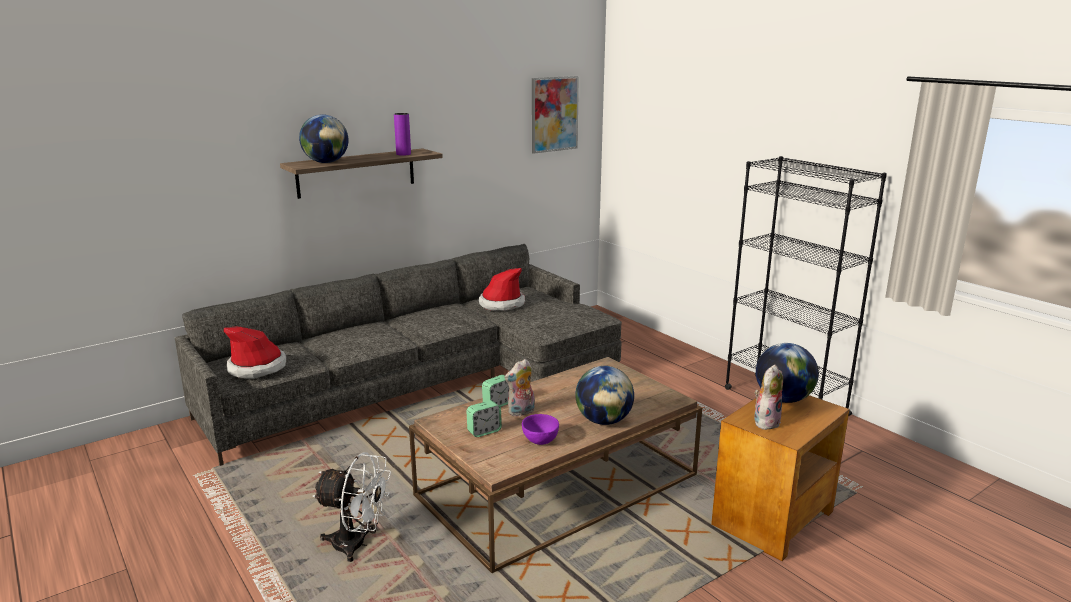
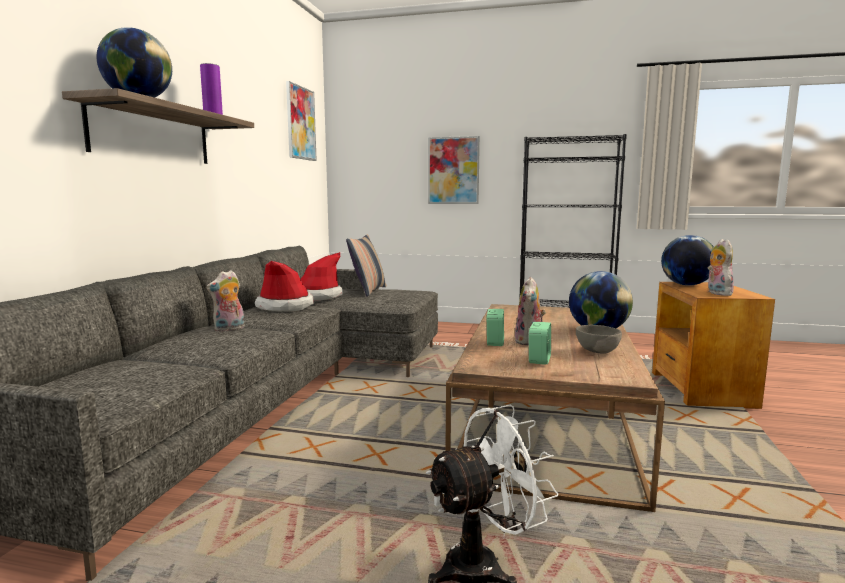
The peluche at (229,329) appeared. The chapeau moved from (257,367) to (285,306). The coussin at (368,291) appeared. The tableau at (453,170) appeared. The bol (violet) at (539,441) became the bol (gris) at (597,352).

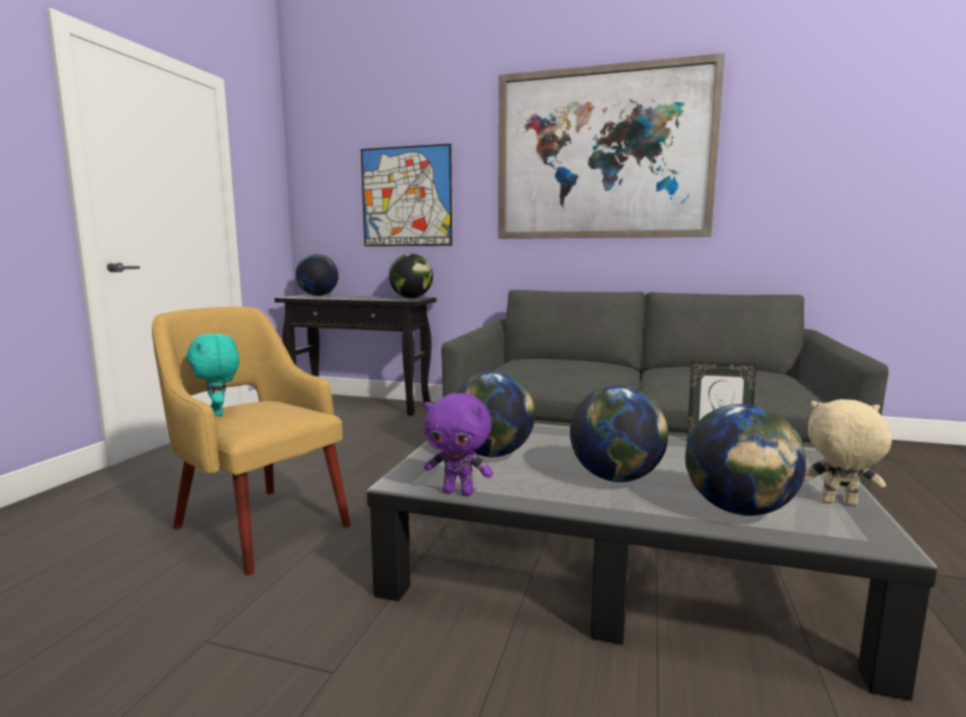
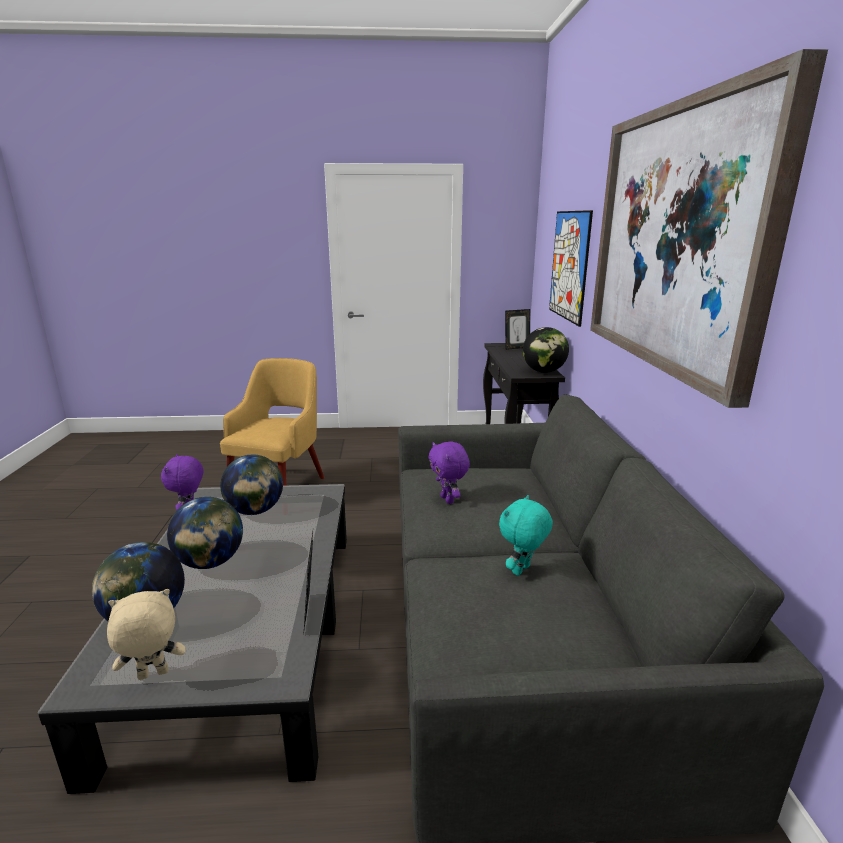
The peluche (beige) at (838,503) turned 105 degrees counterclockwise. The peluche (violet) at (448,500) appeared. The peluche (turquoise) moved from (219,413) to (522,570). The globe at (318,296) was replaced by the cadre photo at (516,348).

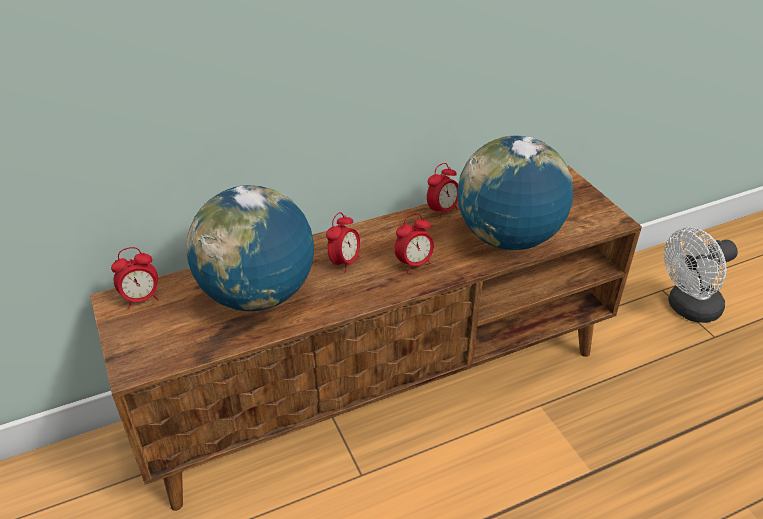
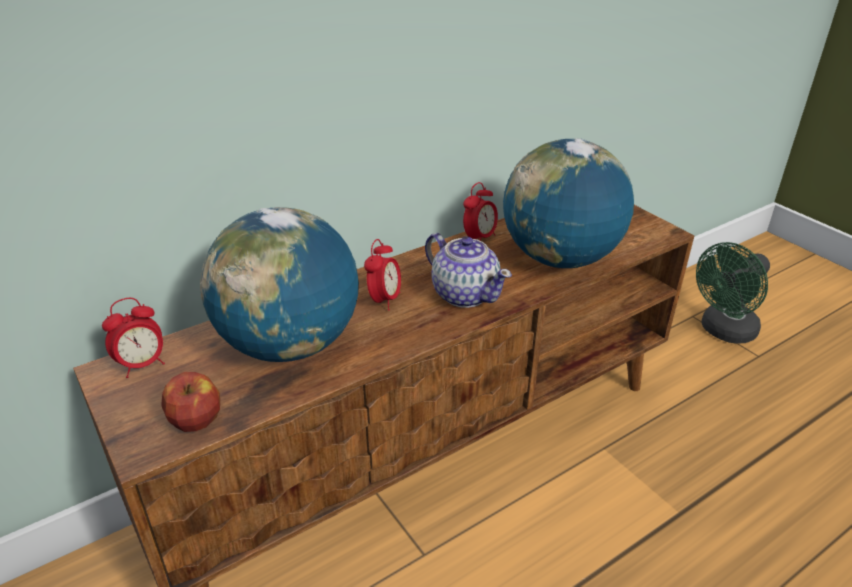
The pomme at (196,420) appeared. The réveil at (414,263) was replaced by the théière at (465,294). The ventilateur (blanc) at (687,309) became the ventilateur (vert) at (723,331).

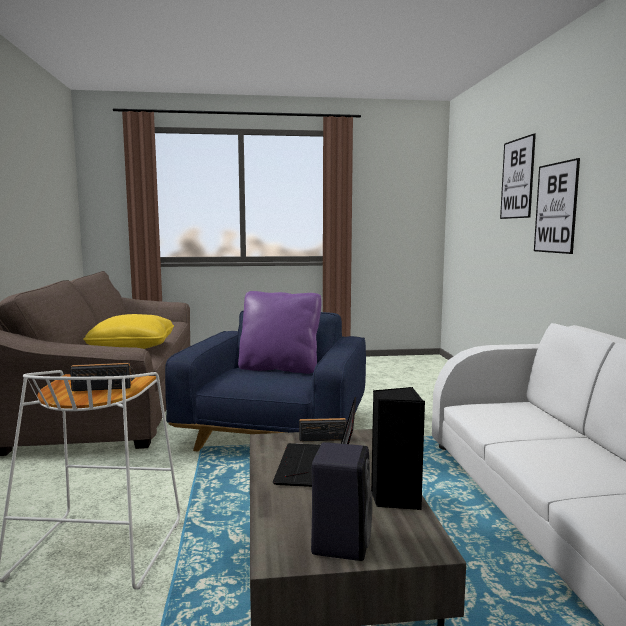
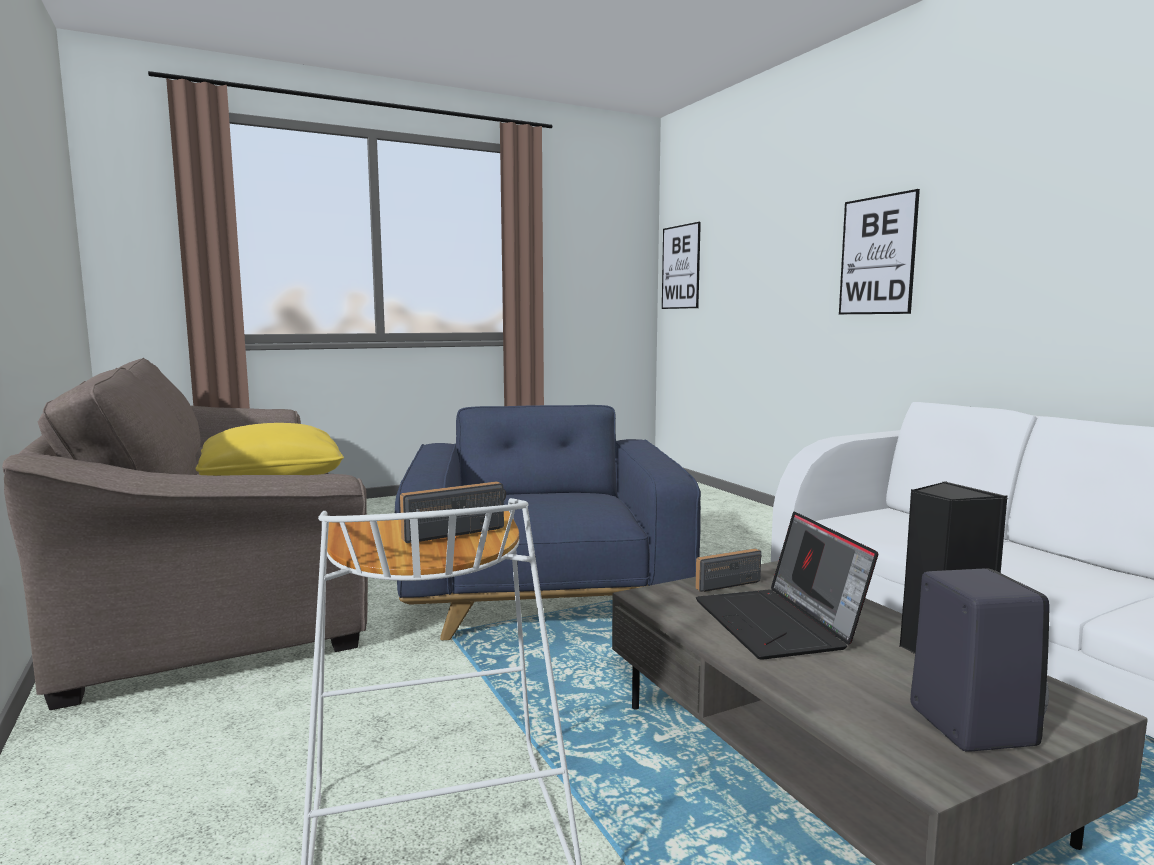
The tableau moved from (517,179) to (681,267). The coussin (violet) at (279,368) disappeared.

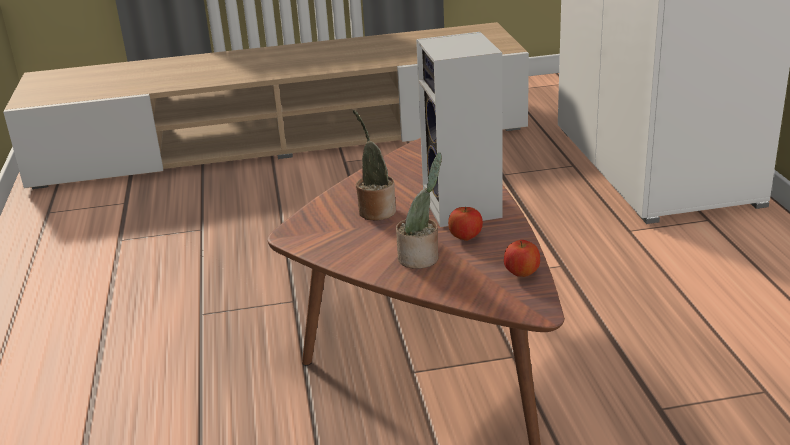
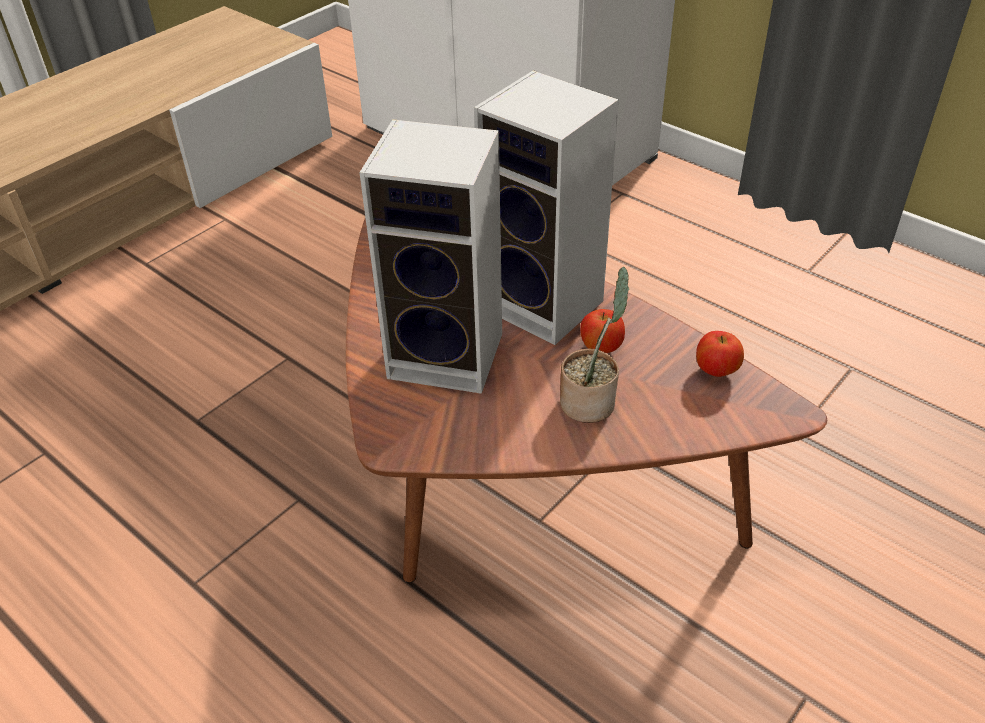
The plante en pot at (375,211) was replaced by the enceinte at (451,355).

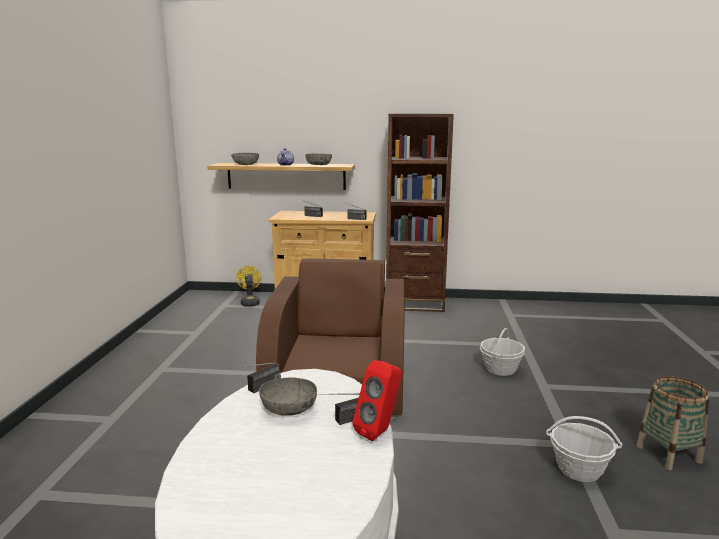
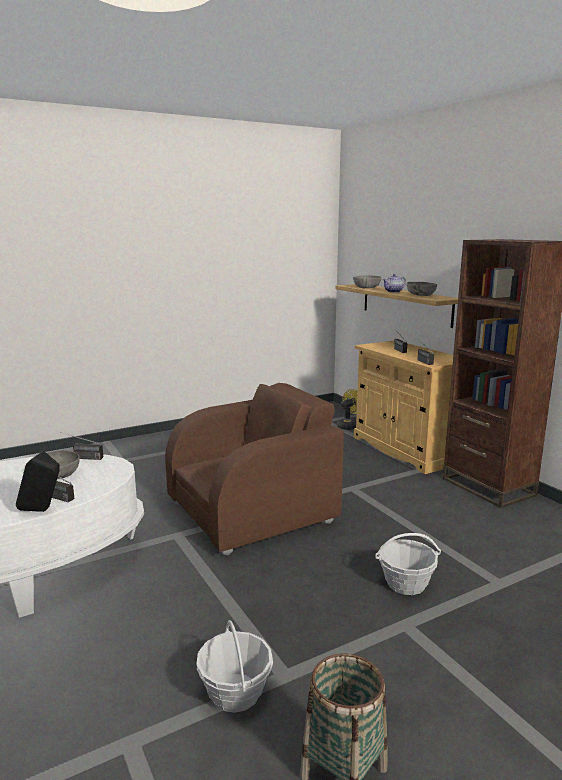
The enceinte (rouge) at (380,431) became the enceinte (noir) at (43,511).

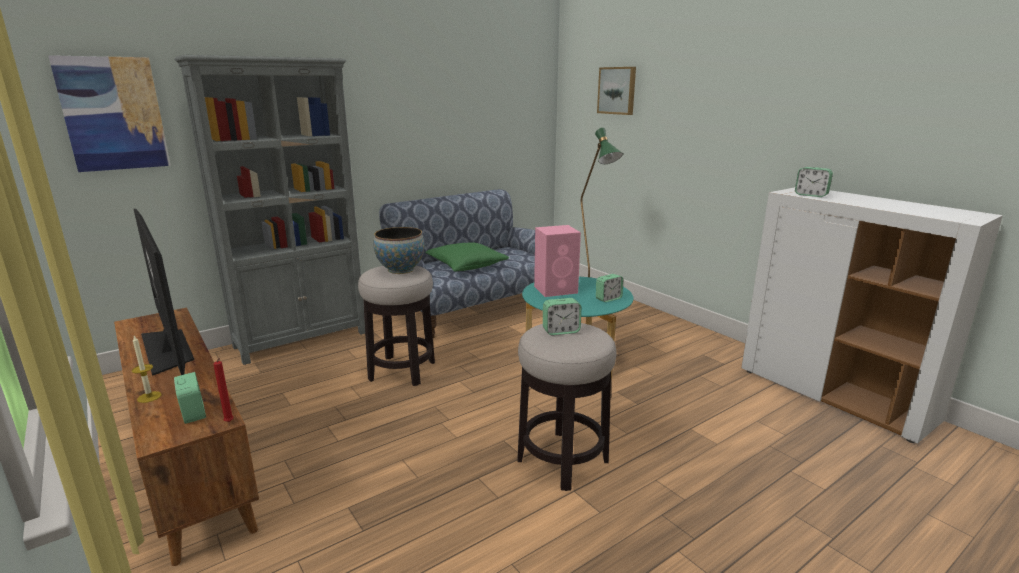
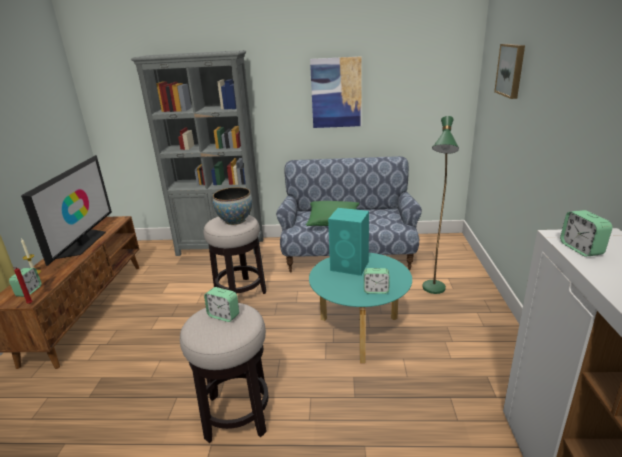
The tableau moved from (113,114) to (336,93). The enceinte (rose) at (556,289) became the enceinte (turquoise) at (350,266).

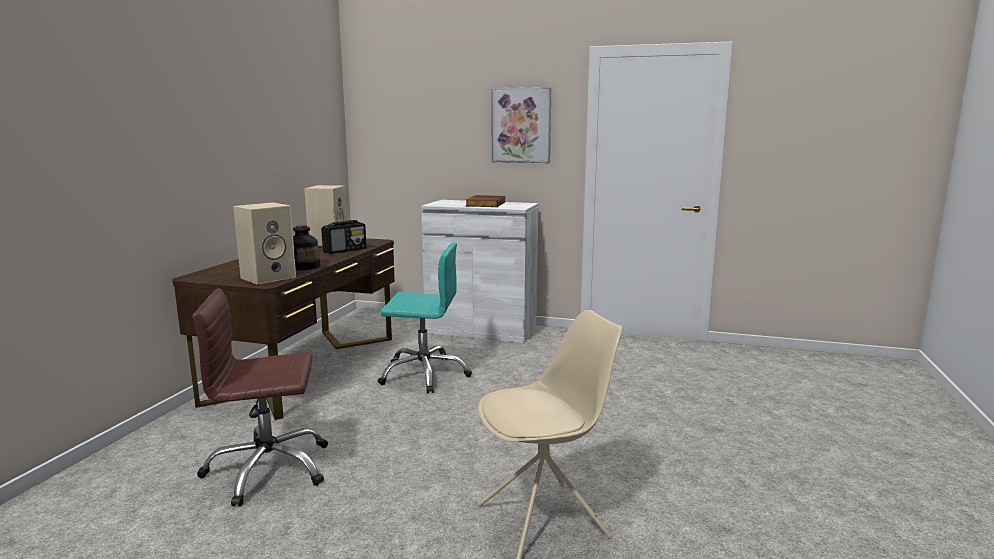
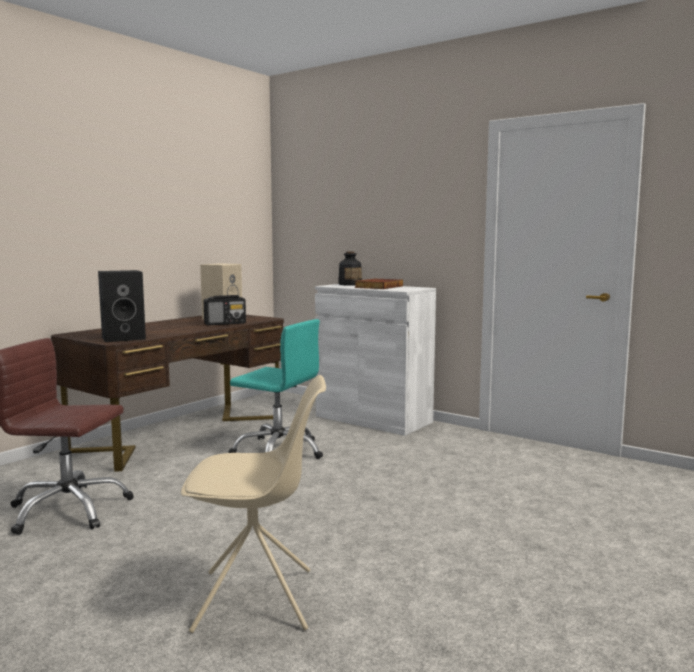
The enceinte (beige) at (269,277) became the enceinte (noir) at (124,338). The bouteille moved from (304,267) to (350,284). The tableau at (521,125) disappeared.

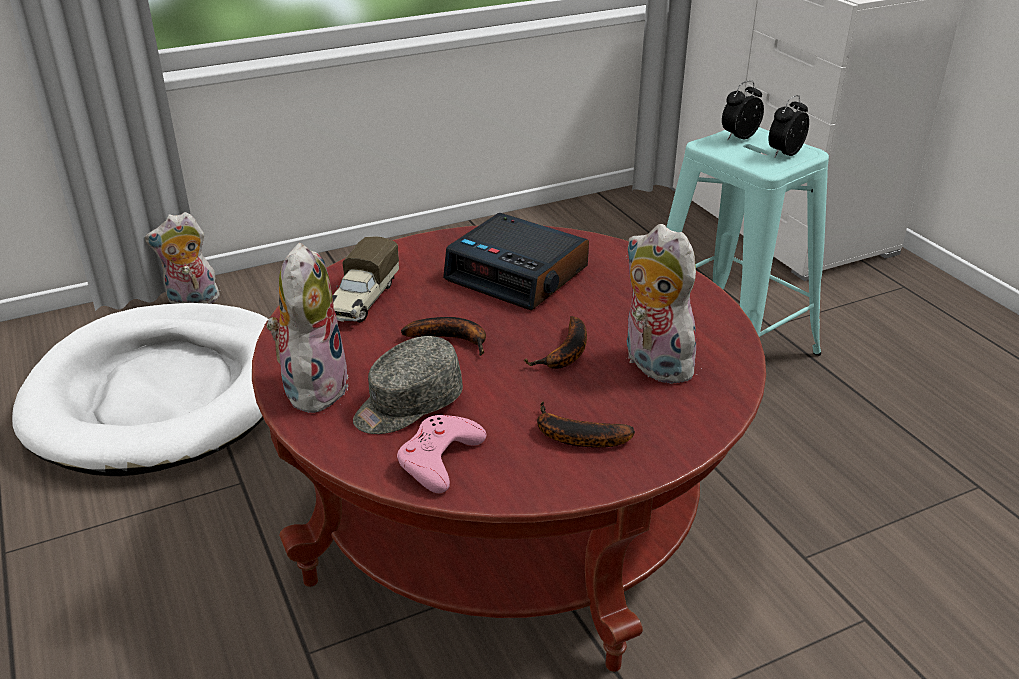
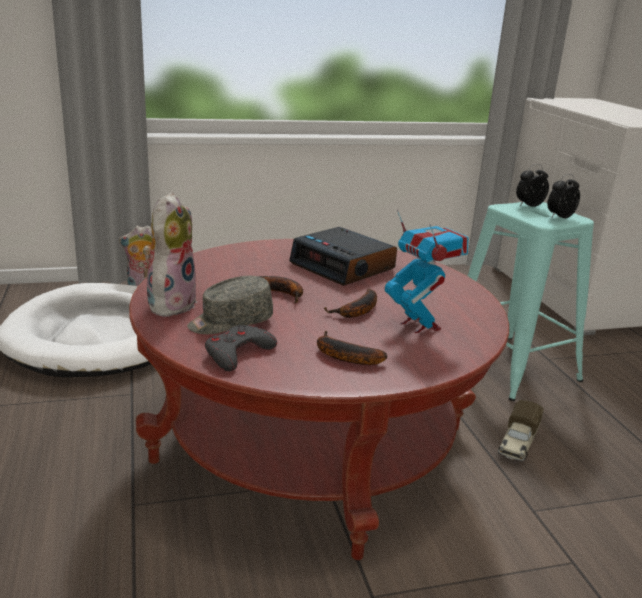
The manette (rose) at (439,459) became the manette (gris) at (237,353). The peluche at (652,364) was replaced by the robot jouet at (419,325). The camion jouet moved from (362,301) to (517,444).

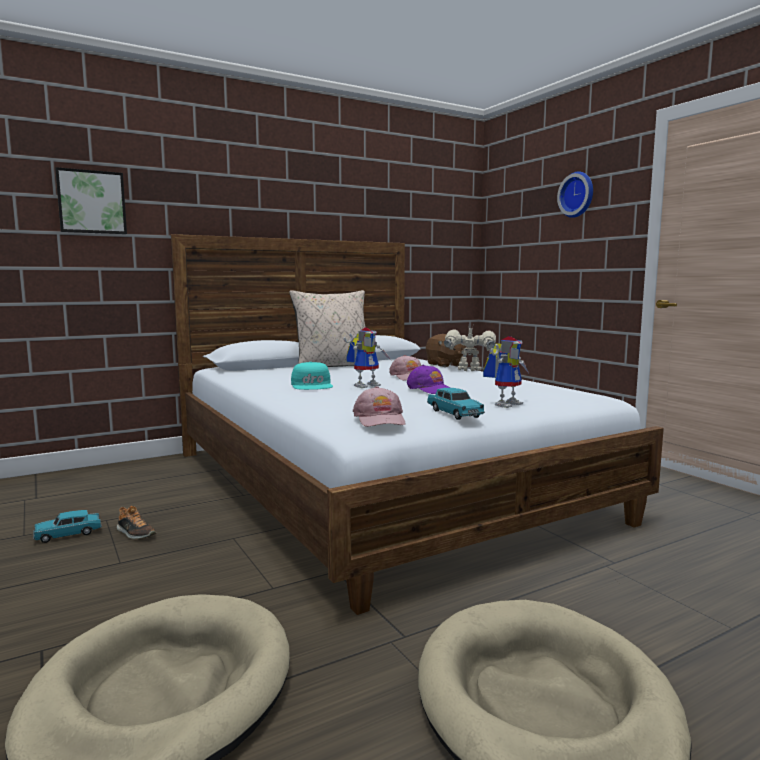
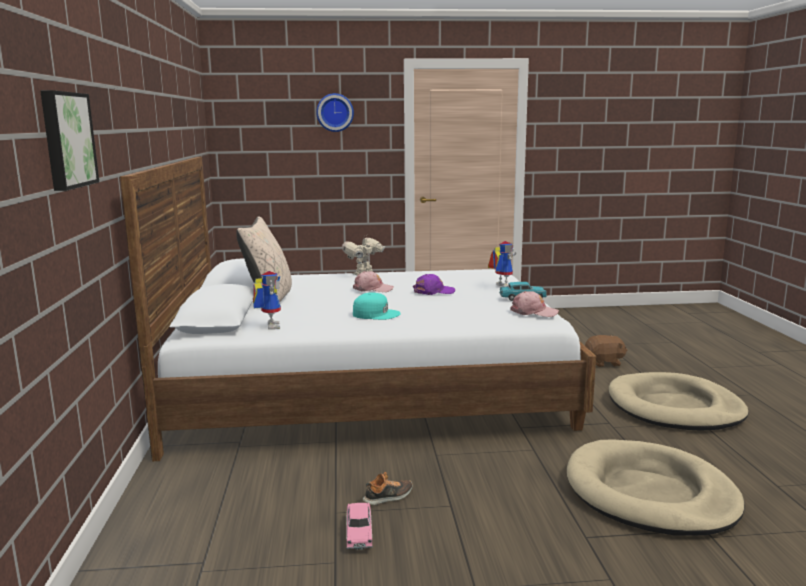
The robot jouet moved from (366,385) to (269,325). The petite voiture (turquoise) at (68,534) became the petite voiture (rose) at (359,533). The peluche (marron) moved from (445,365) to (604,362).

